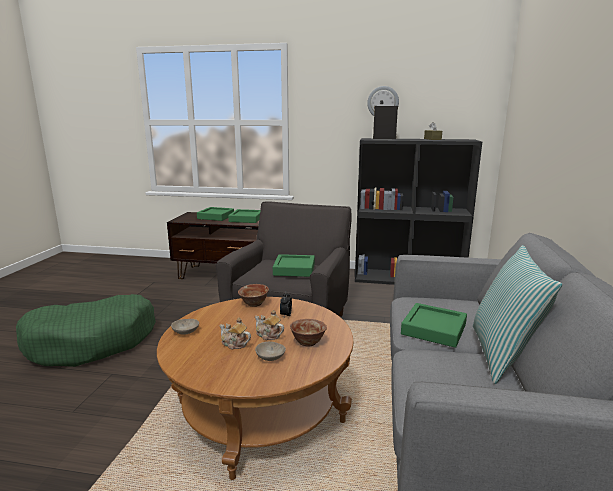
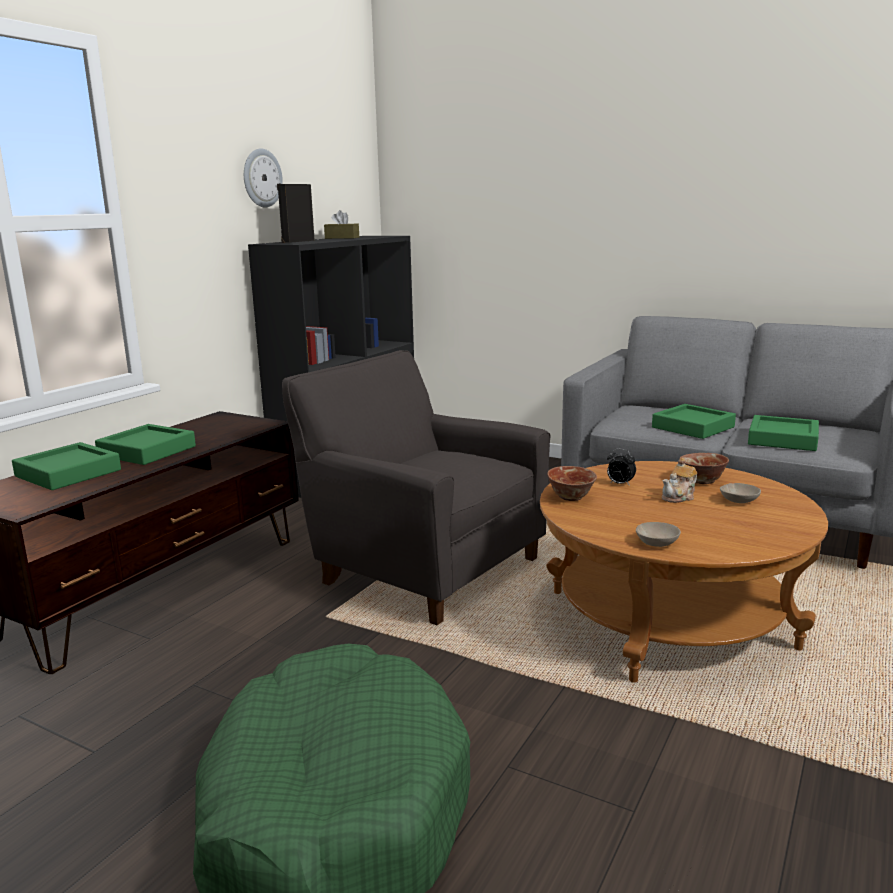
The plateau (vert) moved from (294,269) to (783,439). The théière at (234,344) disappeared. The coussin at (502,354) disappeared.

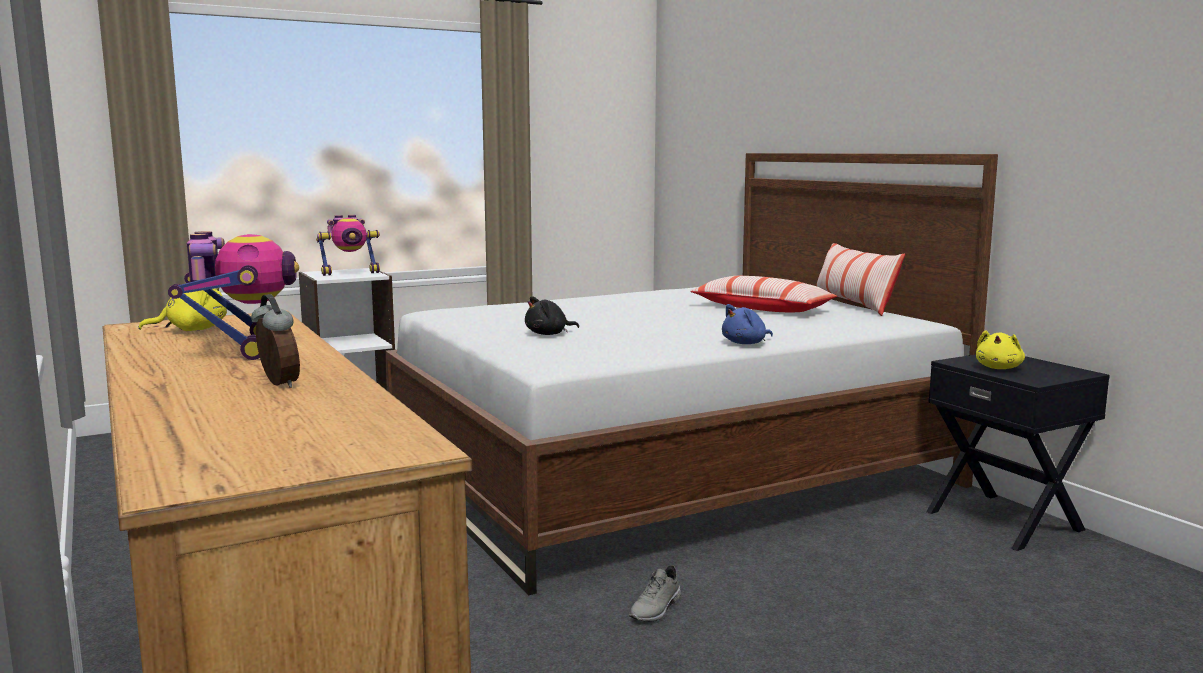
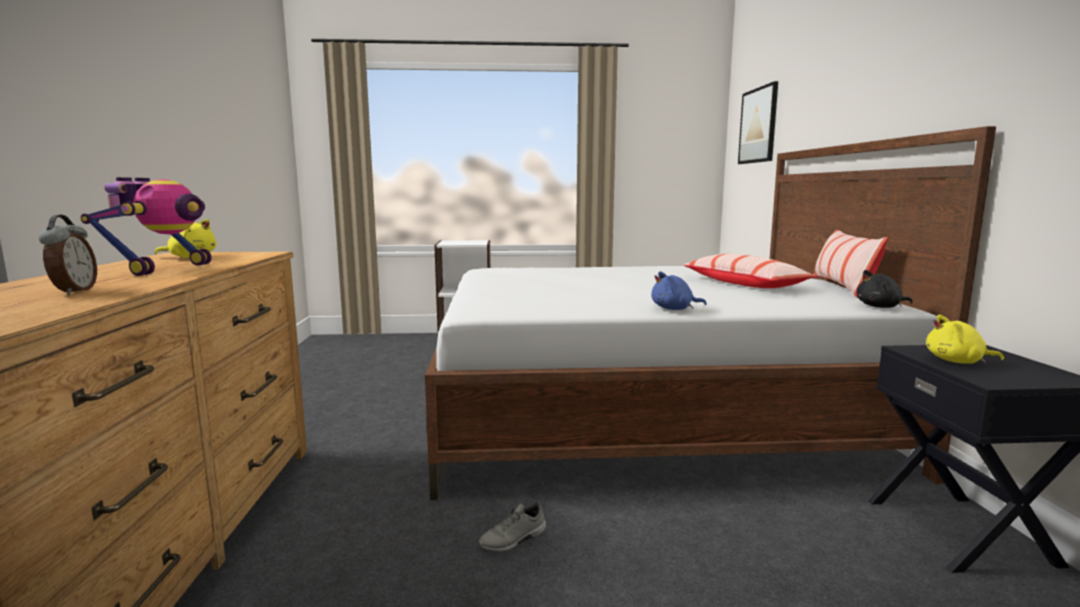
The tableau at (758,125) appeared. The peluche (noir) moved from (549,334) to (880,307). The peluche (jaune) at (999,368) turned 45 degrees clockwise. The robot jouet at (350,273) disappeared.

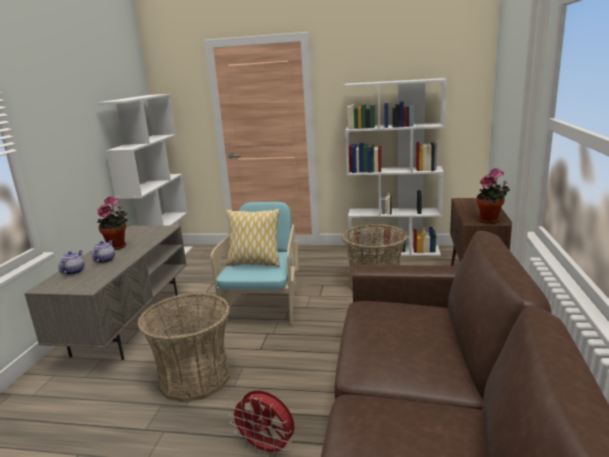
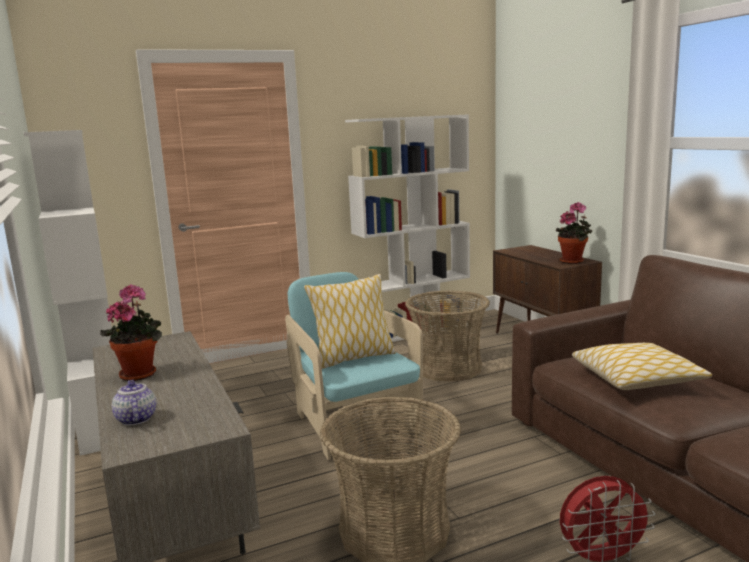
The coussin at (636,379) appeared. The théière at (105,260) disappeared.

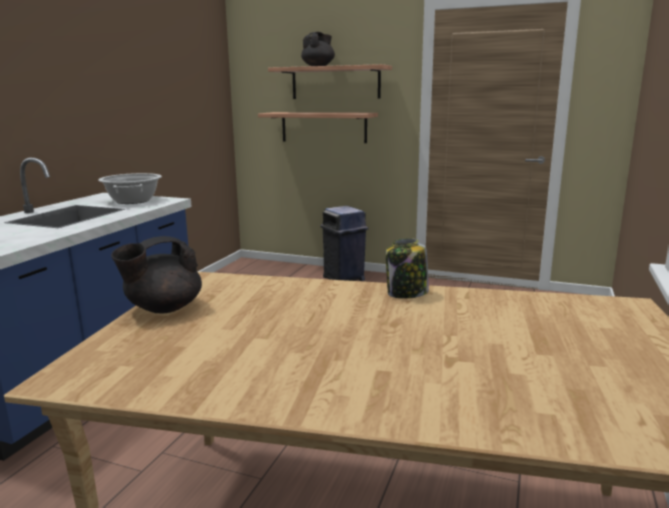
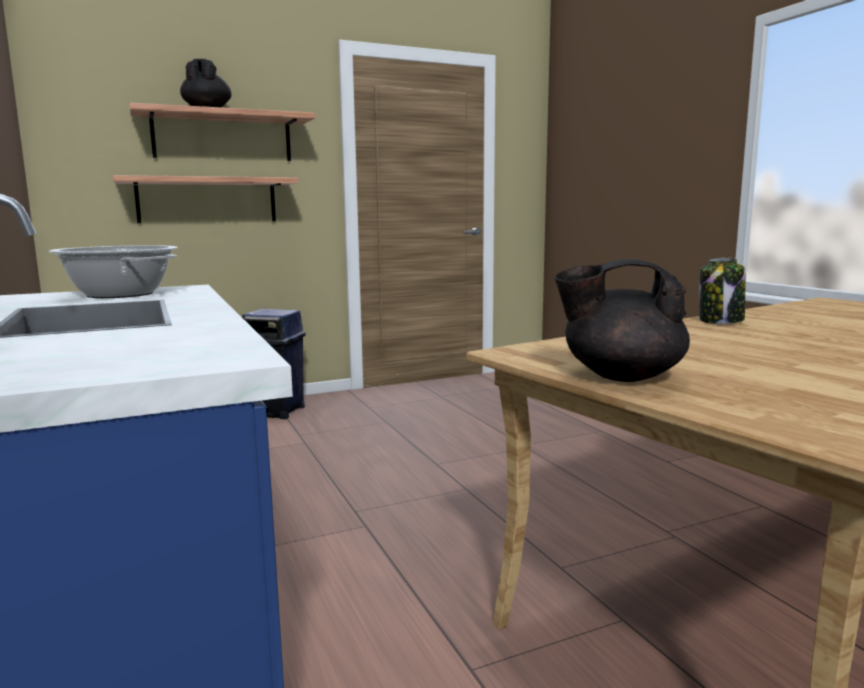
The théière (noir) at (163,308) turned 90 degrees clockwise.

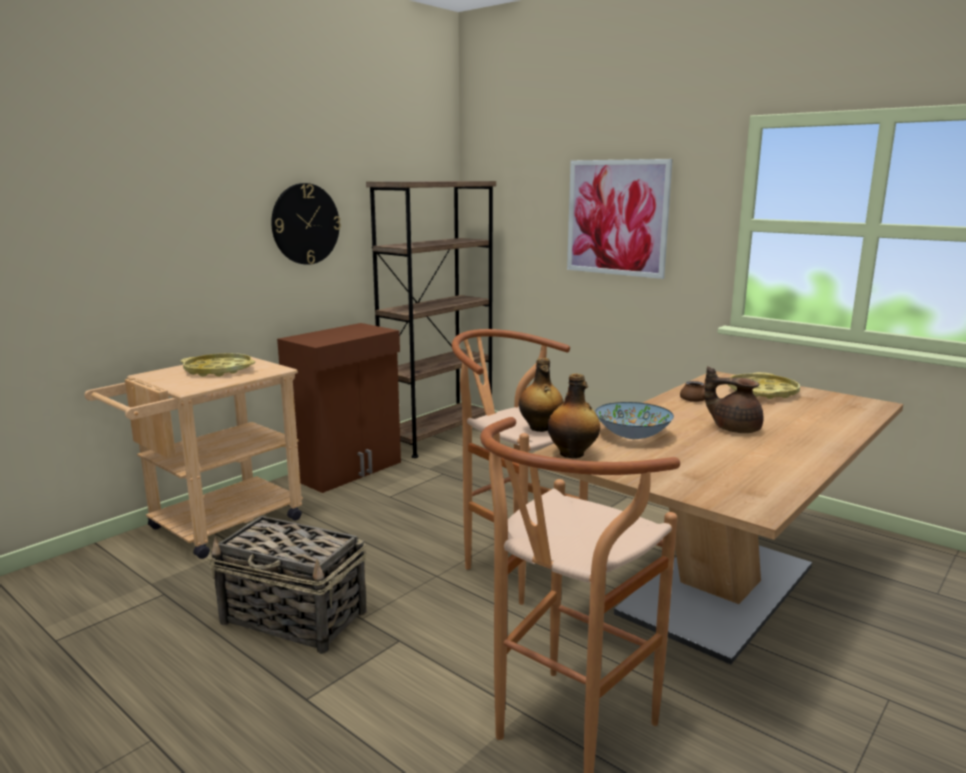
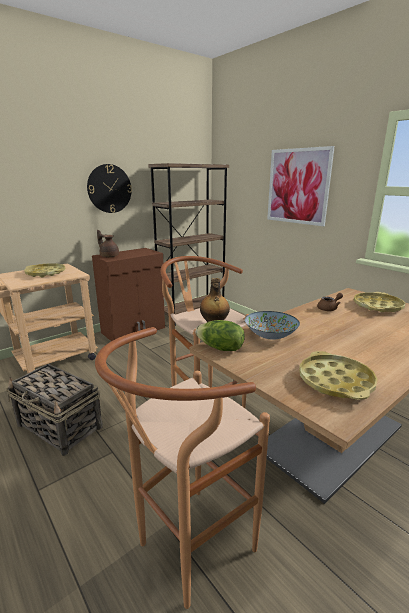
The théière (marron) moved from (734,428) to (109,256). The bouteille at (572,454) was replaced by the laitue at (220,348). The plateau (jaune) at (335,381) appeared.

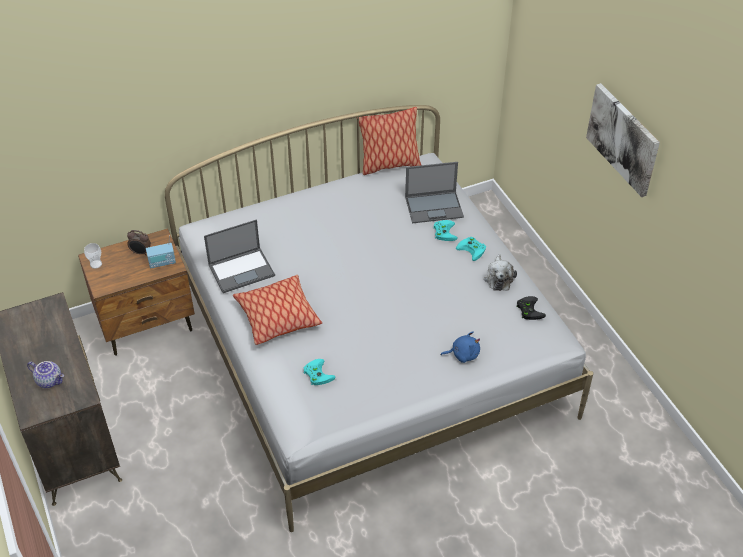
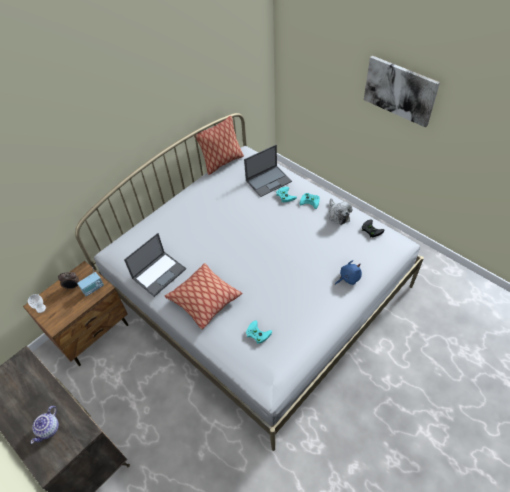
The théière at (50,380) turned 105 degrees clockwise.

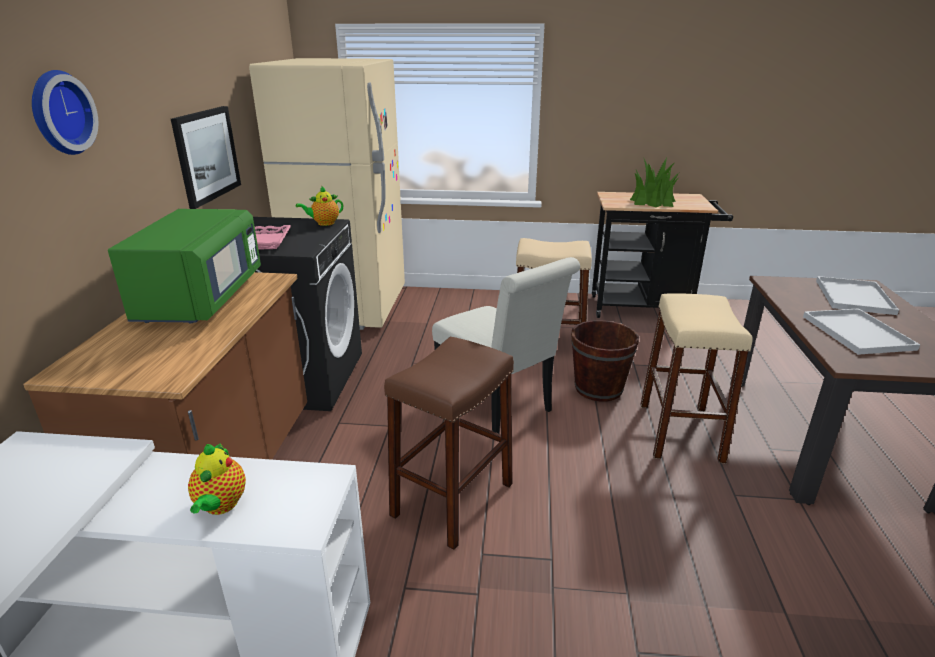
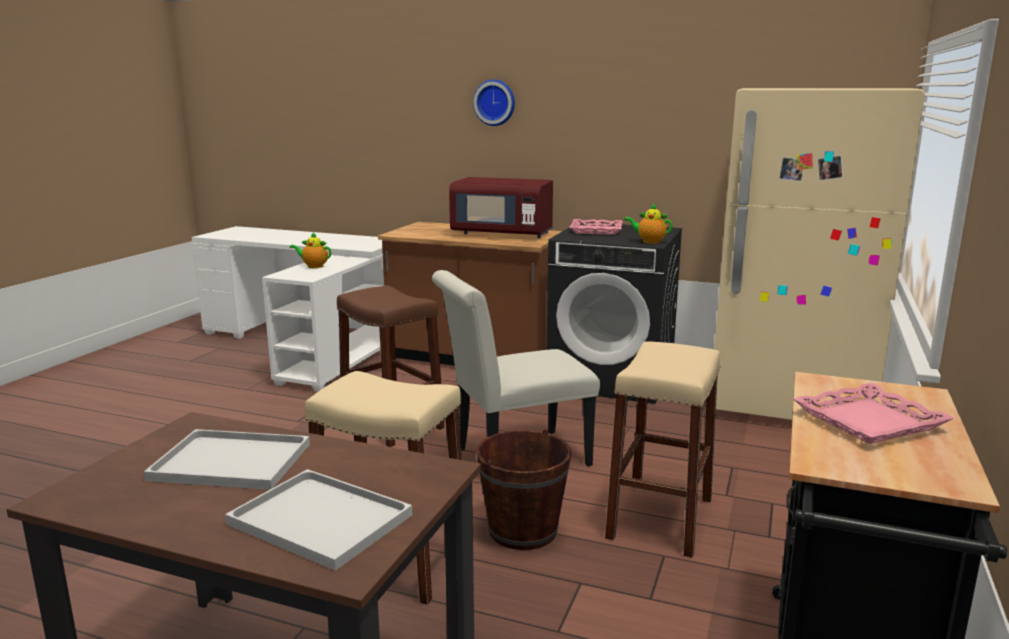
The micro-ondes (vert) at (201,299) became the micro-ondes (rouge) at (502,234). The théière at (324,223) turned 60 degrees counterclockwise. The plante en pot at (652,201) was replaced by the plateau (rose) at (869,422). The tableau at (206,155) disappeared.

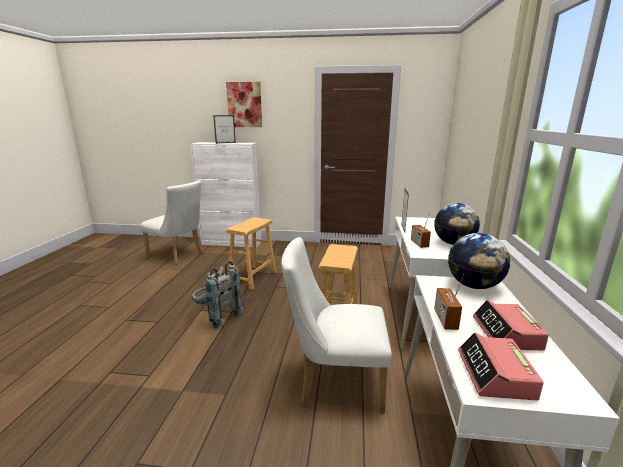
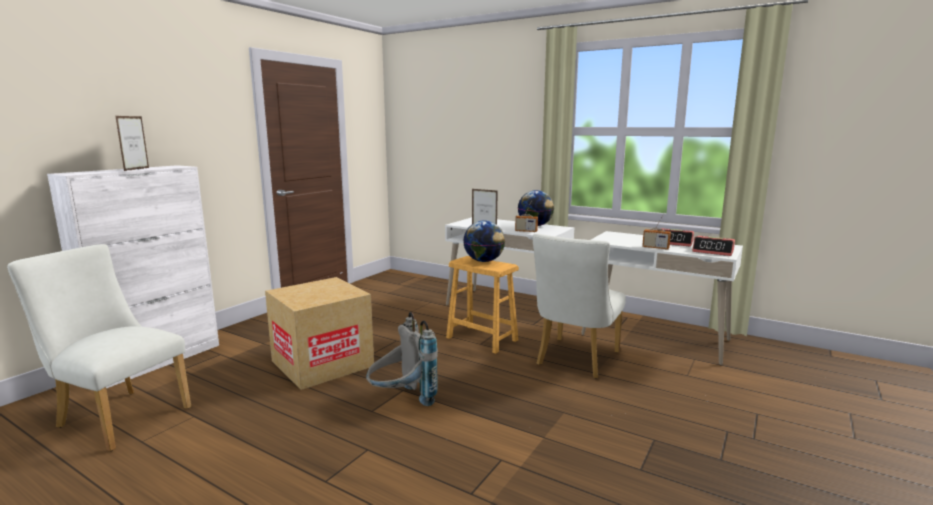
The chaise (blanc) at (178,256) turned 120 degrees counterclockwise. The tabouret (marron) at (252,277) was replaced by the carton at (322,363). The globe moved from (473,286) to (484,261). The tableau at (244,105) disappeared.

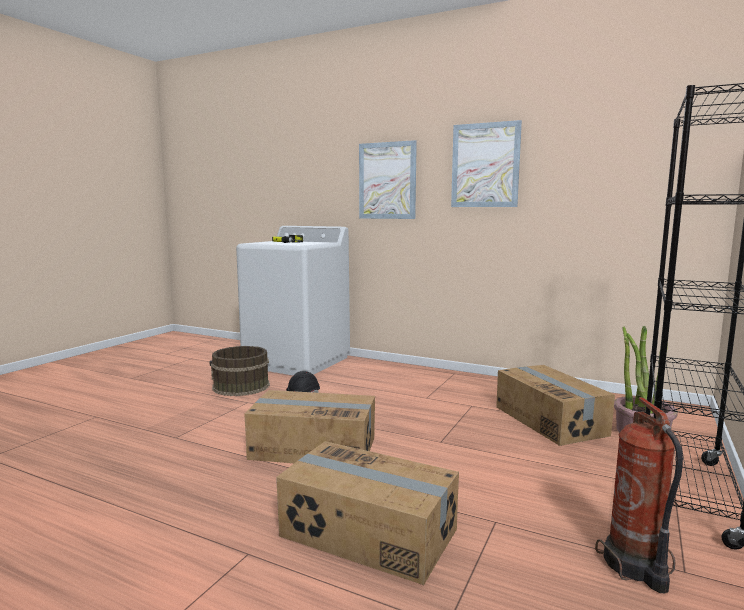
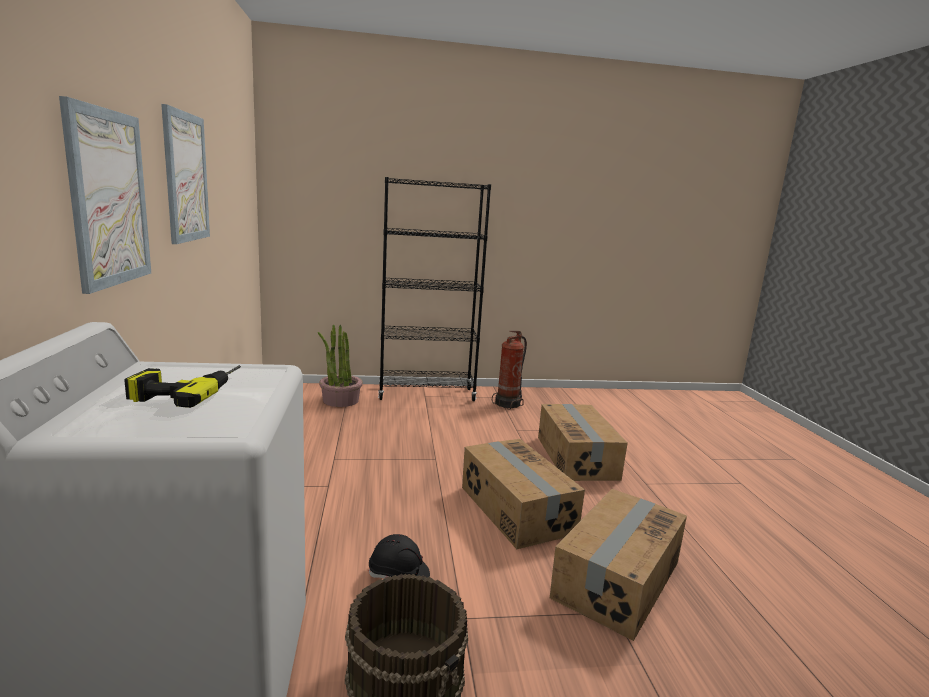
The carton moved from (550,420) to (615,579).

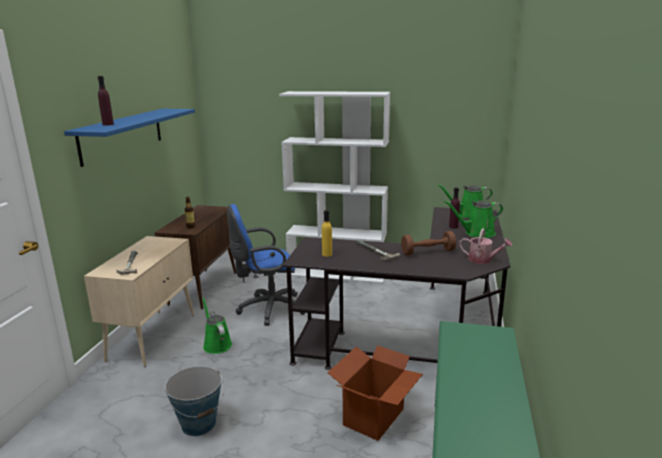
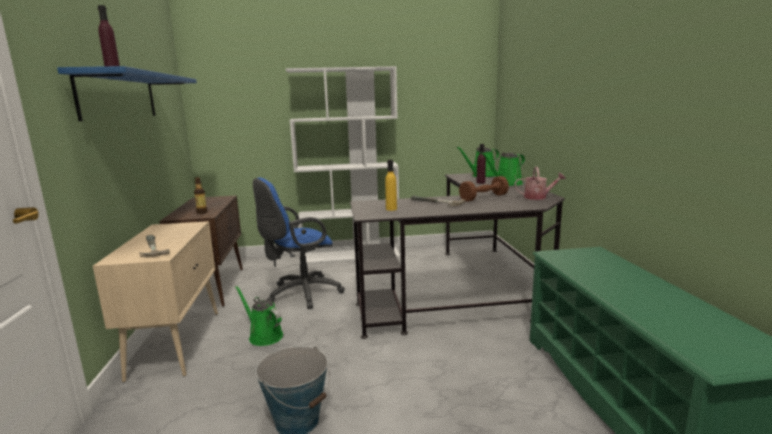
The carton at (374,417) disappeared.

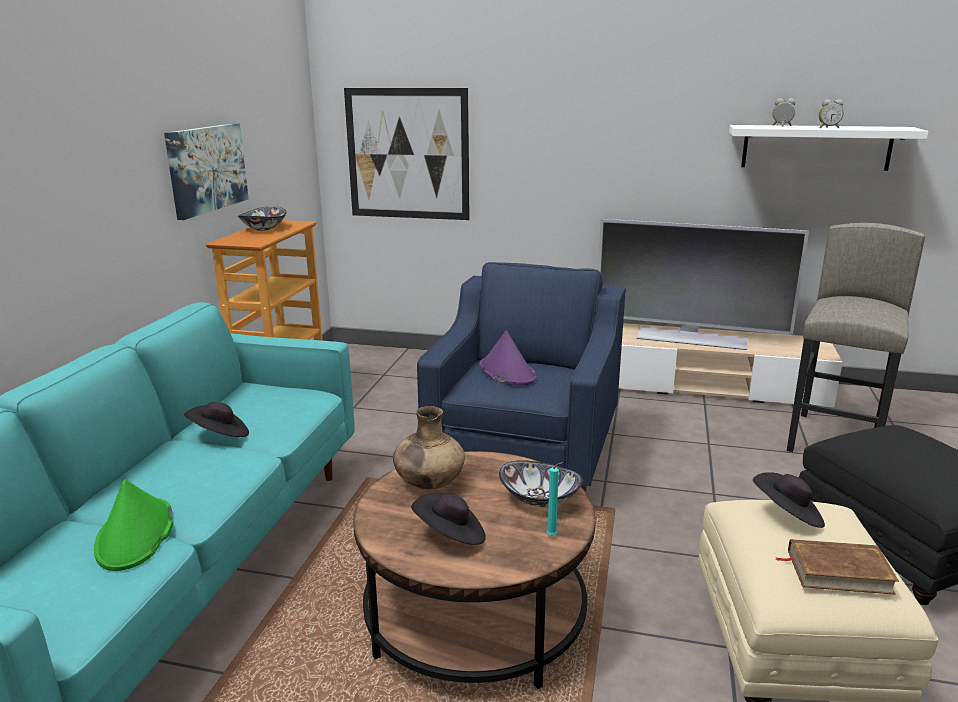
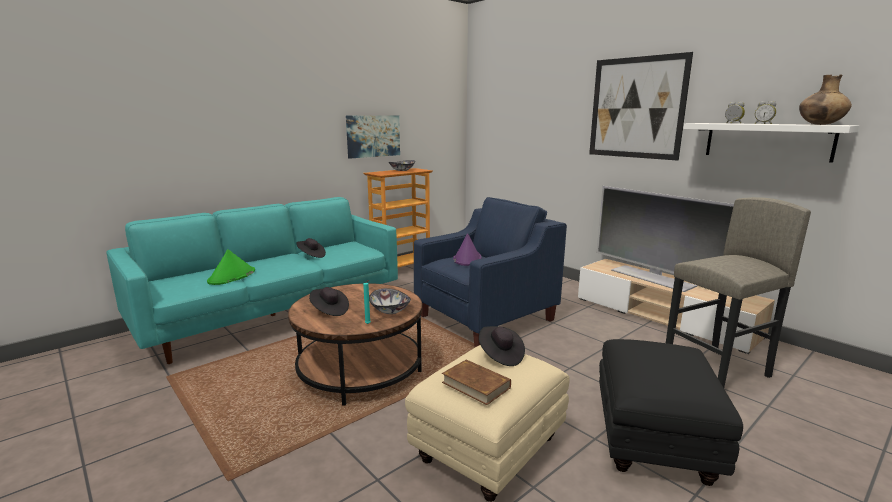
The tableau moved from (407,154) to (636,108). The vase (marron) moved from (429,484) to (820,124).

